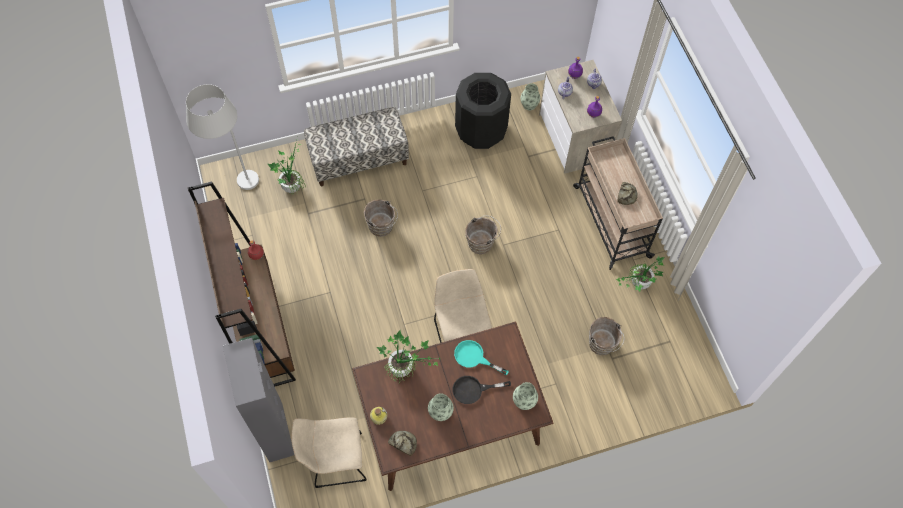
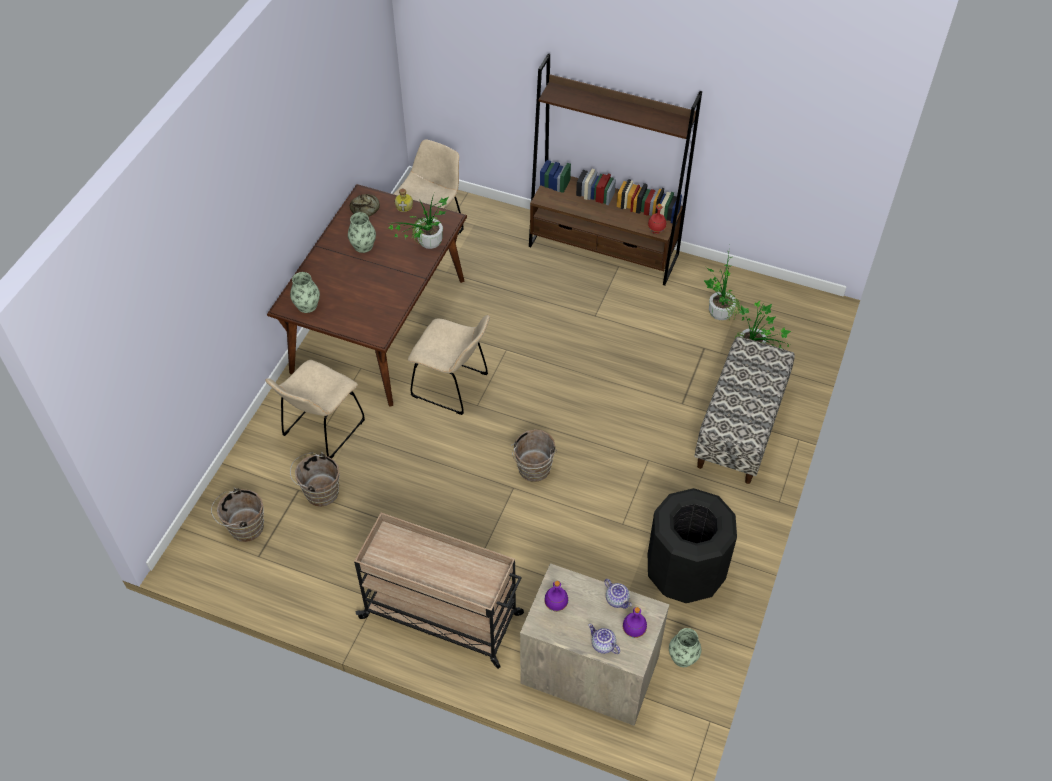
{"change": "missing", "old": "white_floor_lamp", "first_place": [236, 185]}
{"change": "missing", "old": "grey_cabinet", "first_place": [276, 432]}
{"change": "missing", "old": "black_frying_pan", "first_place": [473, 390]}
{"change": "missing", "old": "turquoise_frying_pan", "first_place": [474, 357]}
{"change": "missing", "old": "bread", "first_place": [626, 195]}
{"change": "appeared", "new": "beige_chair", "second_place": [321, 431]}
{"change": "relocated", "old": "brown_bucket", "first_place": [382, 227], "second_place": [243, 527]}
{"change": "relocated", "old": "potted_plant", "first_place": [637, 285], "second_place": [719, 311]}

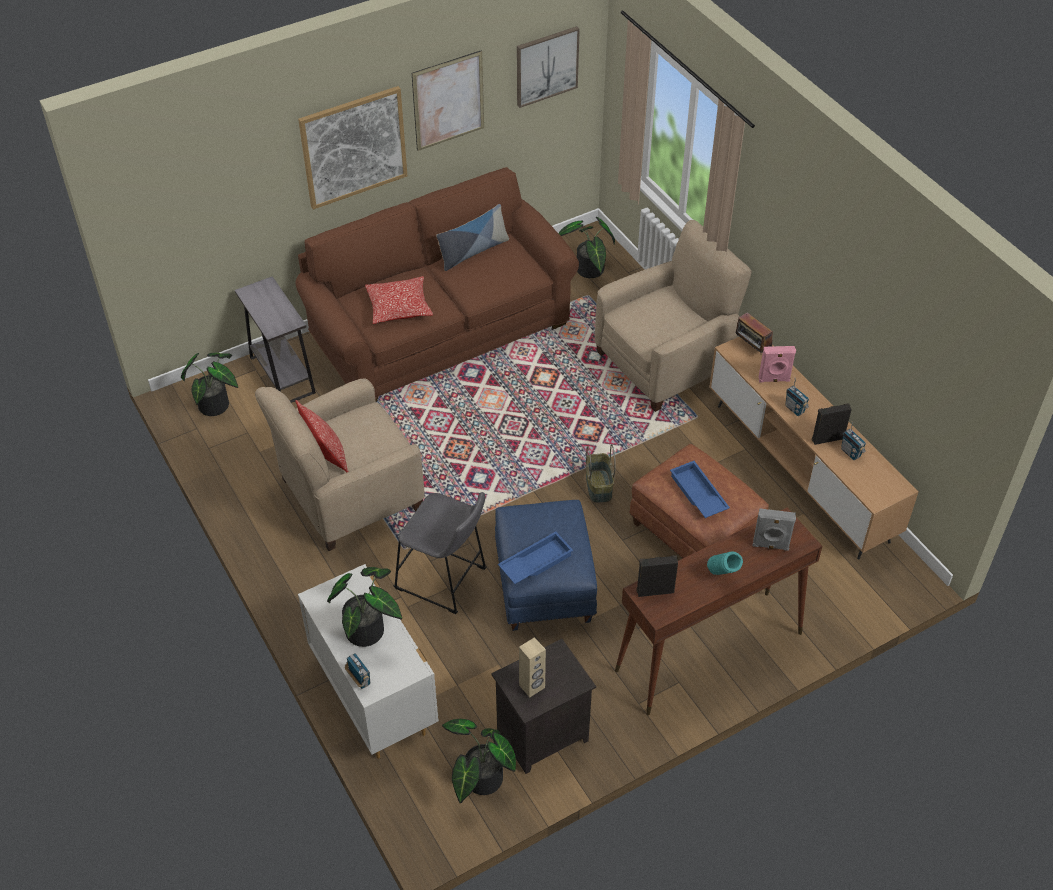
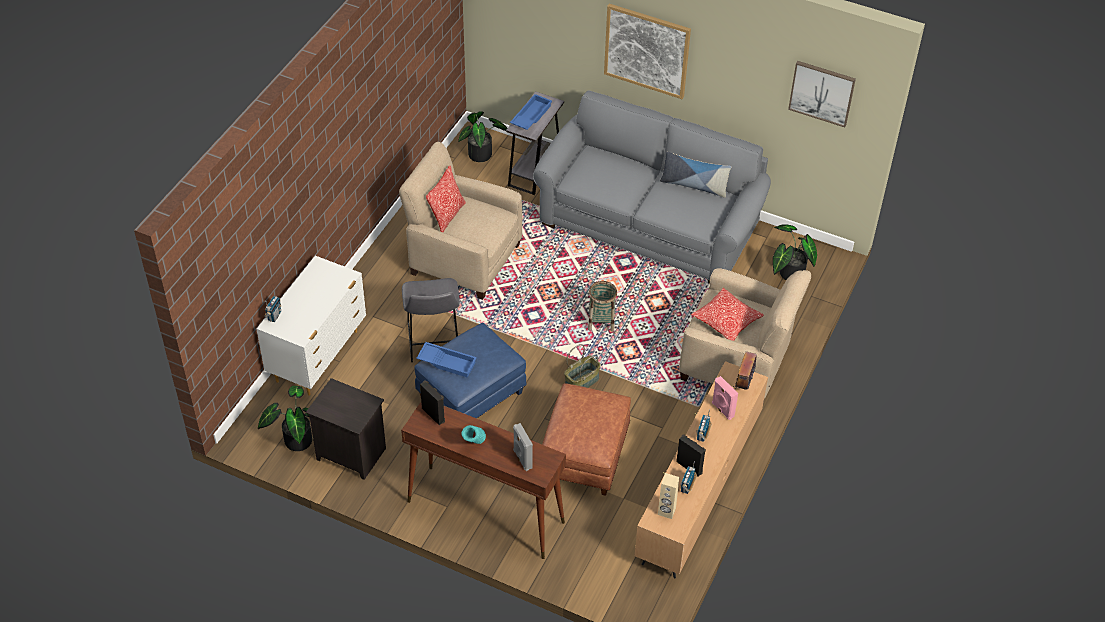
{"change": "missing", "old": "potted_plant", "first_place": [369, 629]}
{"change": "missing", "old": "picture", "first_place": [448, 101]}
{"change": "appeared", "new": "basket", "second_place": [601, 321]}
{"change": "relocated", "old": "pillow", "first_place": [399, 307], "second_place": [726, 321]}
{"change": "relocated", "old": "beige_speaker", "first_place": [532, 686], "second_place": [666, 511]}
{"change": "relocated", "old": "blue_tray", "first_place": [697, 494], "second_place": [530, 115]}
{"change": "colour", "old": "brown_sofa", "new": "grey_sofa", "first_place": [440, 330], "second_place": [649, 225]}

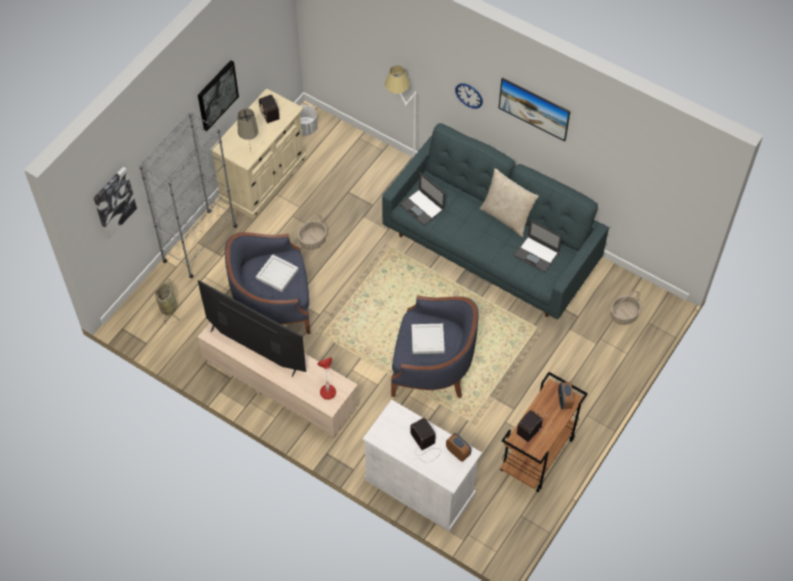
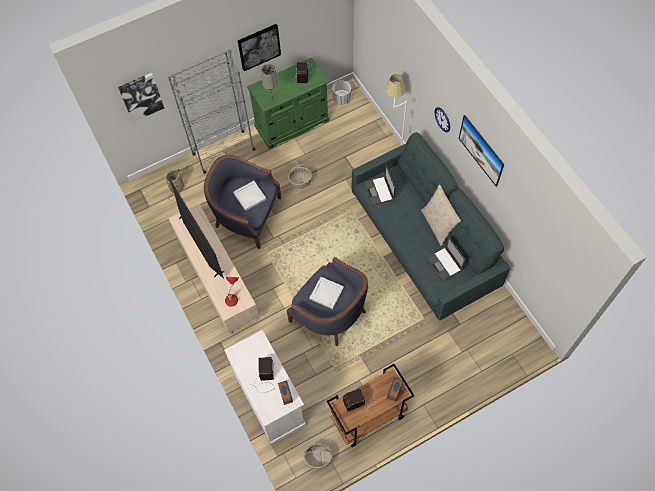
{"change": "relocated", "old": "basket", "first_place": [624, 315], "second_place": [318, 458]}
{"change": "colour", "old": "beige_cabinet", "new": "green_cabinet", "first_place": [263, 179], "second_place": [292, 123]}

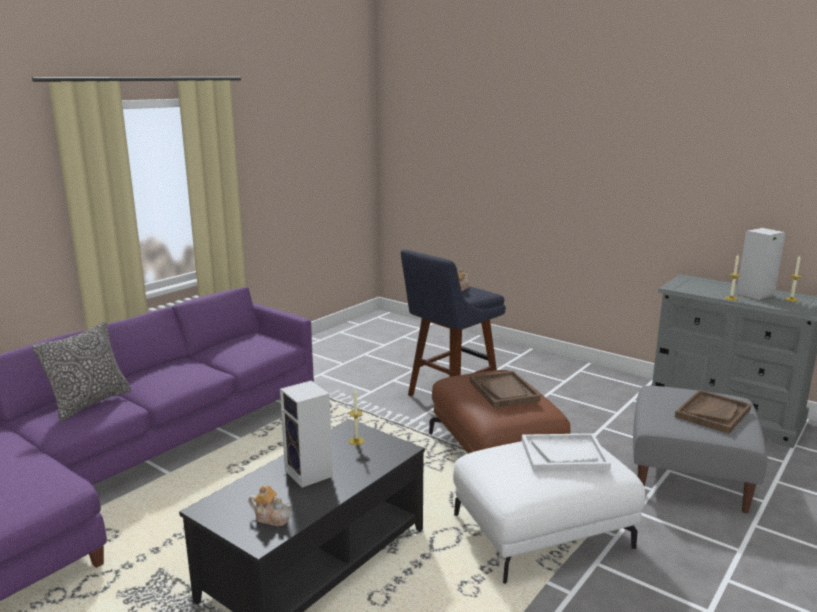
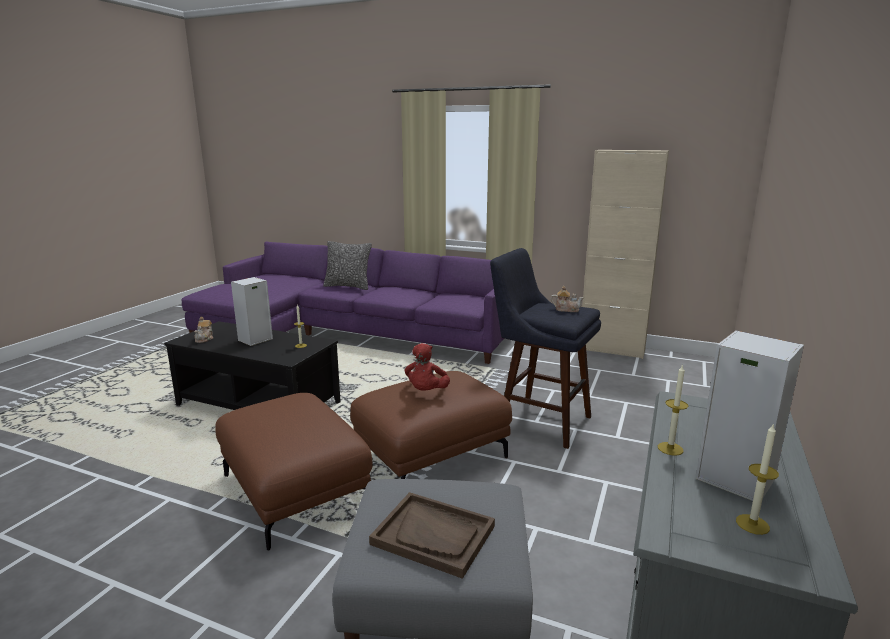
{"change": "missing", "old": "white_tray", "first_place": [564, 455]}
{"change": "appeared", "new": "beige_cabinet", "second_place": [612, 349]}
{"change": "exchanged", "old": "brown_tray", "new": "red_plush_toy", "first_place": [504, 391], "second_place": [426, 392]}
{"change": "colour", "old": "white_ottoman", "new": "brown_ottoman", "first_place": [542, 533], "second_place": [294, 491]}

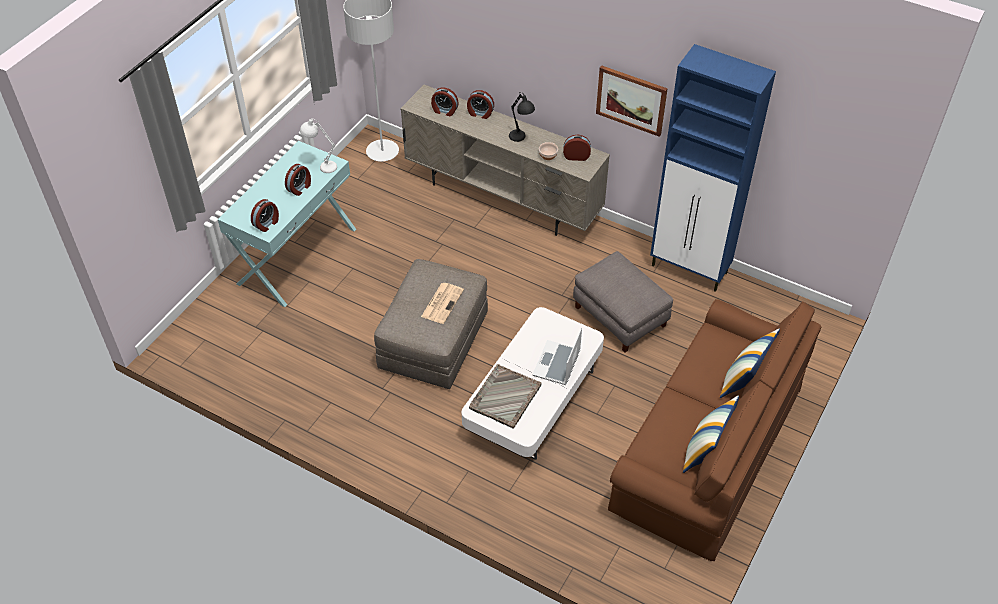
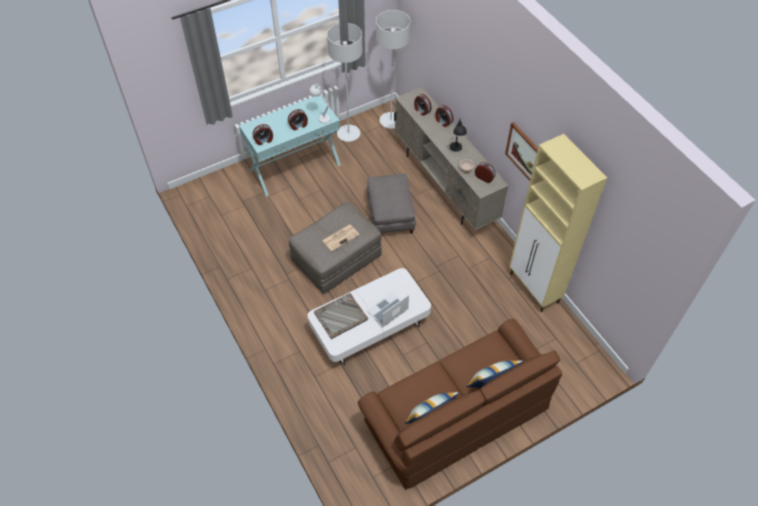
{"change": "appeared", "new": "grey_floor_lamp", "second_place": [348, 134]}
{"change": "relocated", "old": "grey_ottoman", "first_place": [620, 316], "second_place": [390, 215]}
{"change": "colour", "old": "blue_cabinet", "new": "beige_cabinet", "first_place": [690, 269], "second_place": [534, 289]}

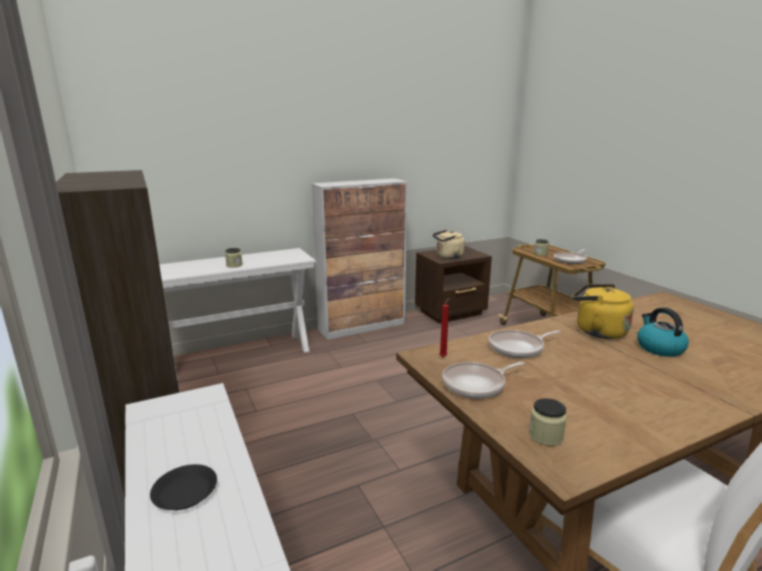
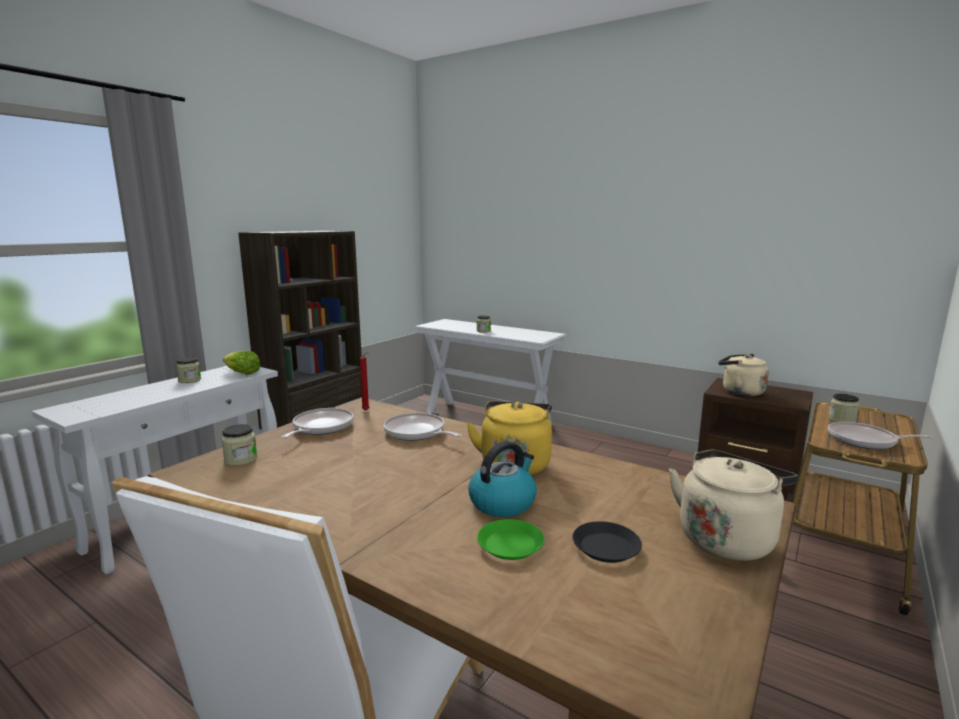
{"change": "missing", "old": "cabinet", "first_place": [362, 326]}
{"change": "appeared", "new": "jar", "second_place": [189, 380]}
{"change": "appeared", "new": "lettuce", "second_place": [241, 373]}
{"change": "appeared", "new": "green_plate", "second_place": [510, 545]}
{"change": "appeared", "new": "beige_kettle", "second_place": [727, 538]}
{"change": "relocated", "old": "black_plate", "first_place": [185, 492], "second_place": [606, 547]}
{"change": "spun", "old": "frying_pan", "first_place": [476, 384], "second_place": [321, 427], "degrees": 75}

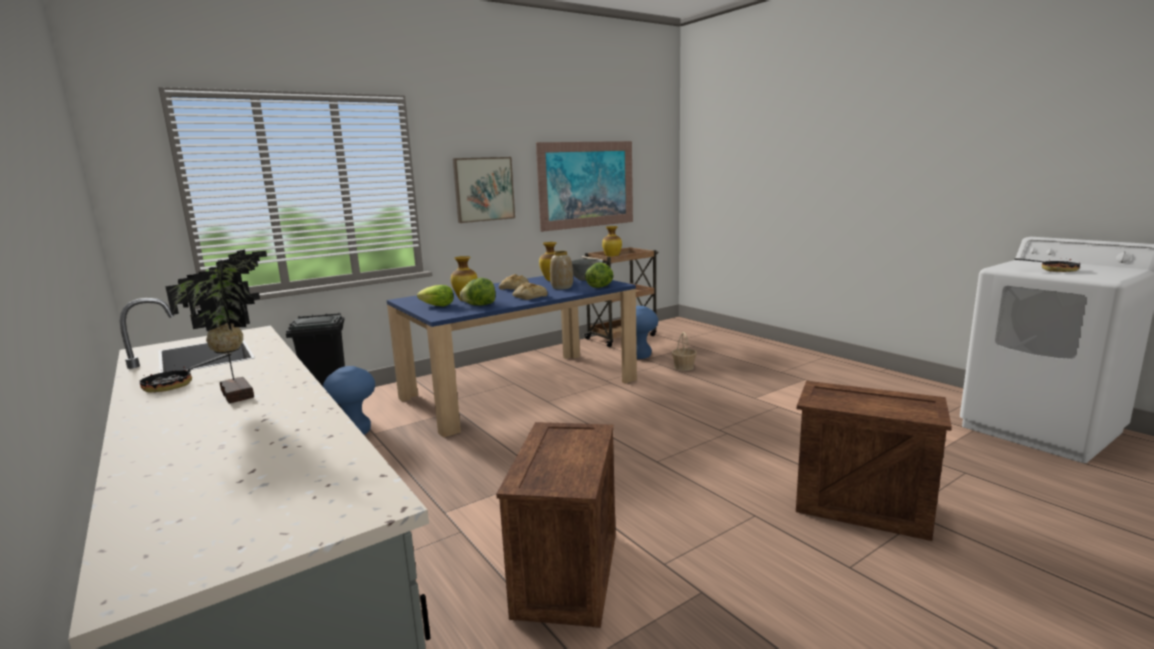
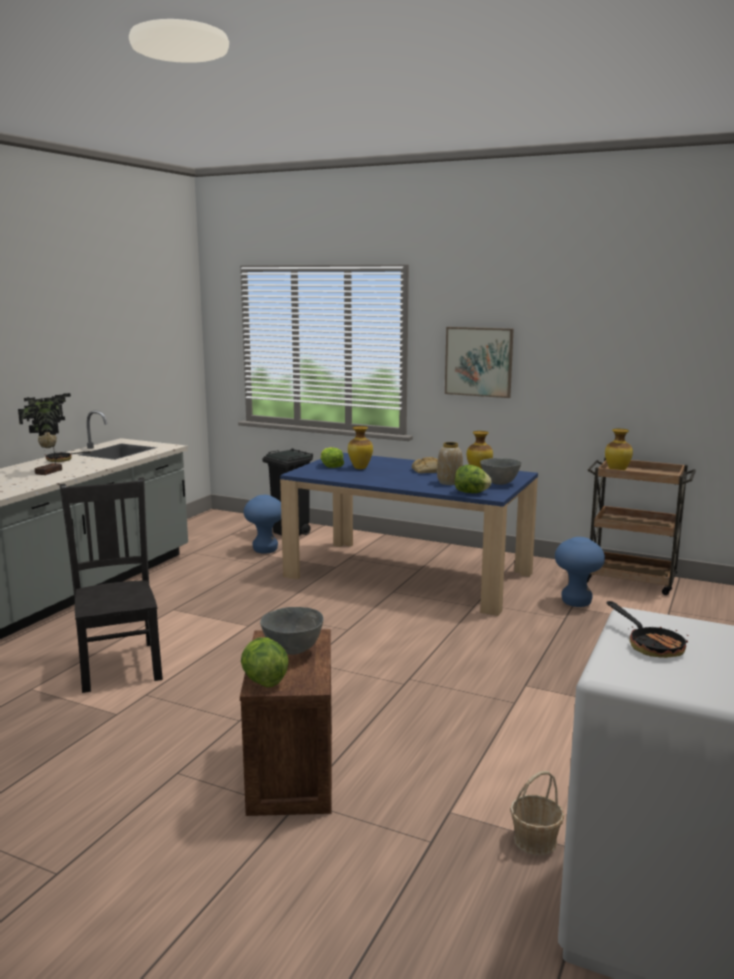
{"change": "missing", "old": "bread", "first_place": [529, 296]}
{"change": "missing", "old": "picture", "first_place": [587, 184]}
{"change": "appeared", "new": "grey_bowl", "second_place": [292, 650]}
{"change": "relocated", "old": "lettuce", "first_place": [479, 305], "second_place": [263, 681]}
{"change": "relocated", "old": "basket", "first_place": [684, 367], "second_place": [535, 840]}
{"change": "exchanged", "old": "crate", "new": "black_chair", "first_place": [565, 573], "second_place": [120, 664]}

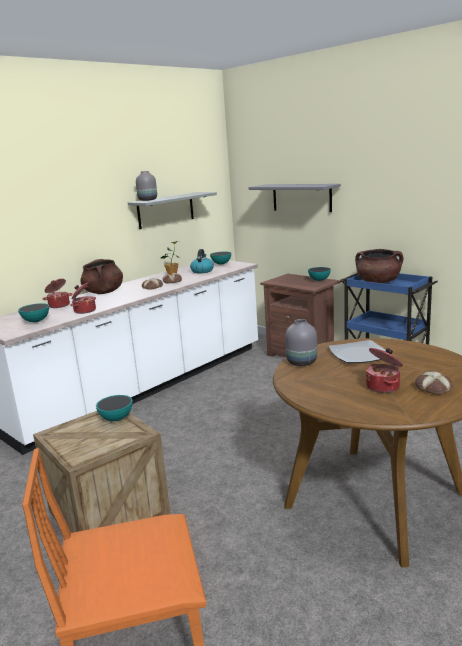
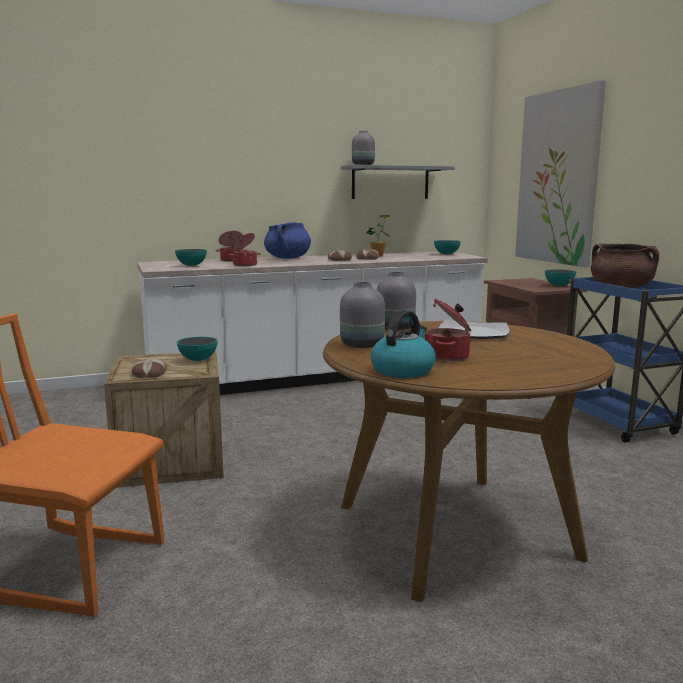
{"change": "appeared", "new": "grey_vase", "second_place": [361, 345]}
{"change": "relocated", "old": "kettle", "first_place": [202, 271], "second_place": [403, 370]}
{"change": "relocated", "old": "bread", "first_place": [432, 388], "second_place": [148, 374]}
{"change": "exchanged", "old": "grey_shelf", "new": "picture", "first_place": [301, 197], "second_place": [557, 178]}
{"change": "colour", "old": "brown_cooking_pot", "new": "blue_cooking_pot", "first_place": [104, 292], "second_place": [287, 258]}

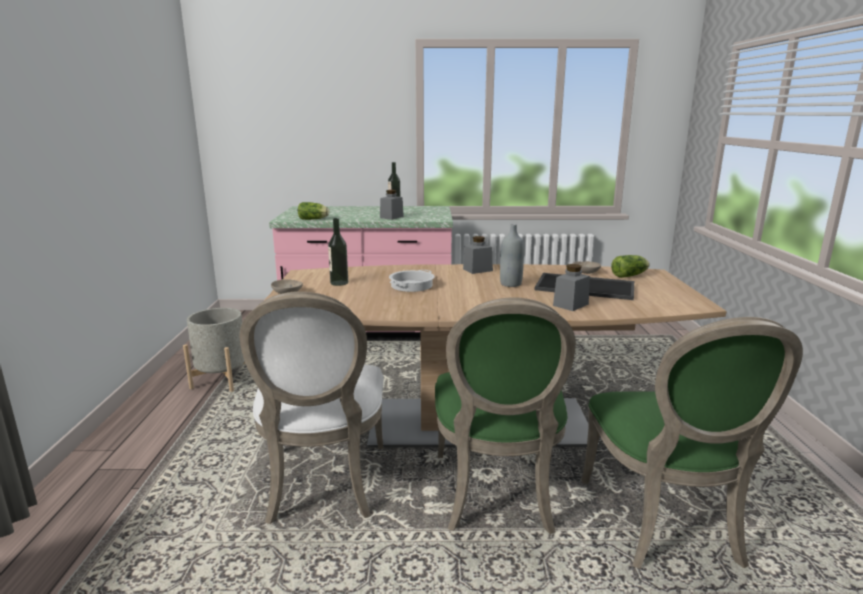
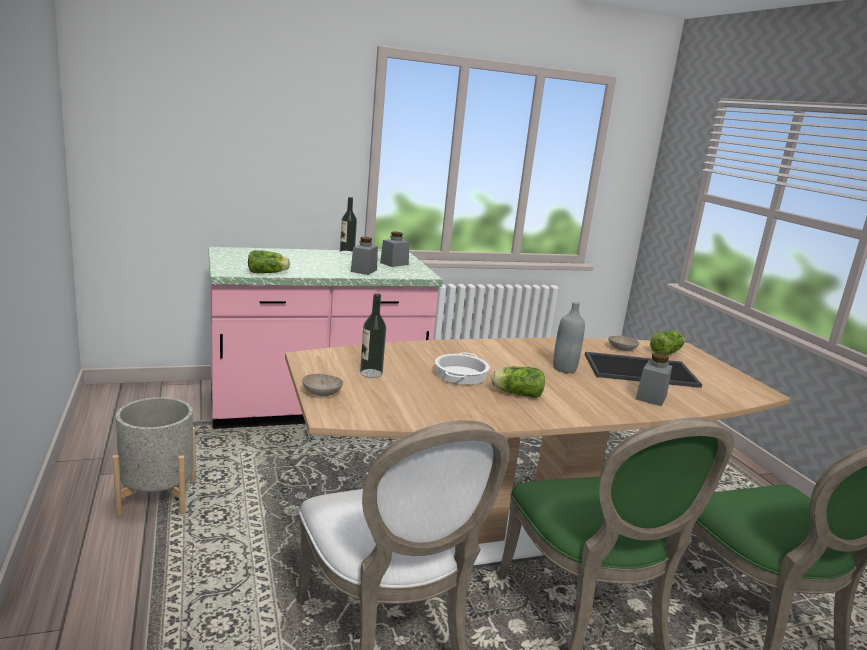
{"change": "appeared", "new": "lettuce", "second_place": [515, 393]}
{"change": "relocated", "old": "grey_jar", "first_place": [477, 270], "second_place": [394, 263]}

